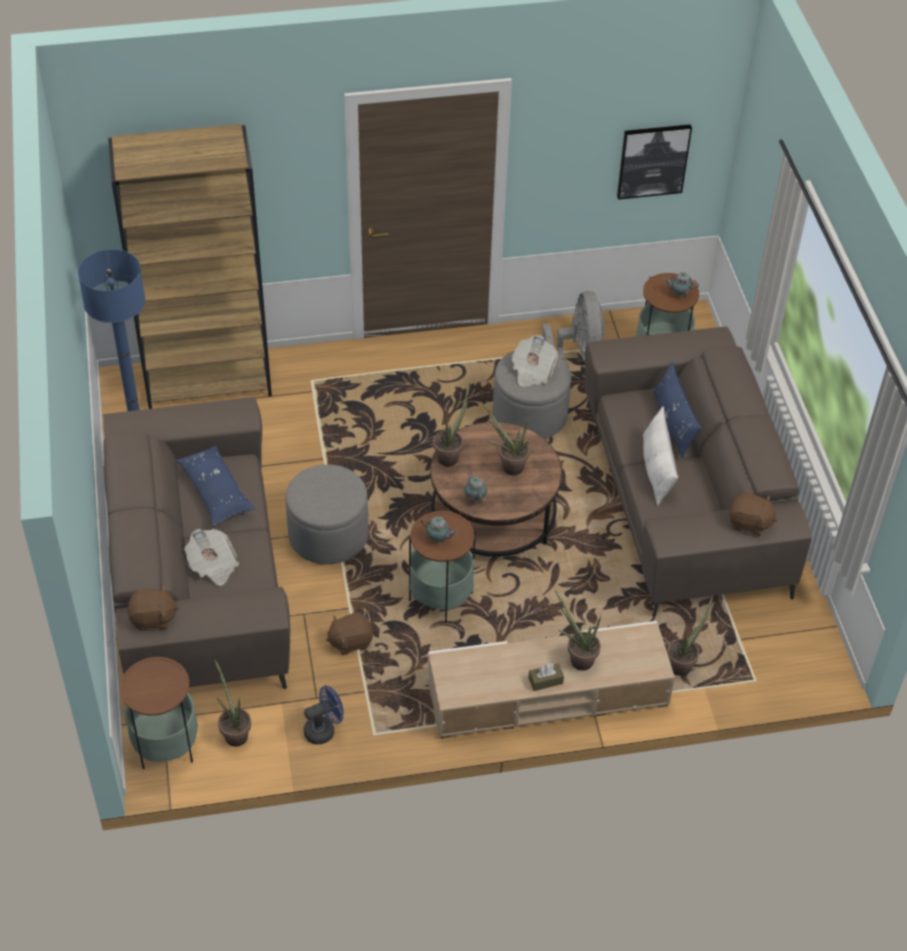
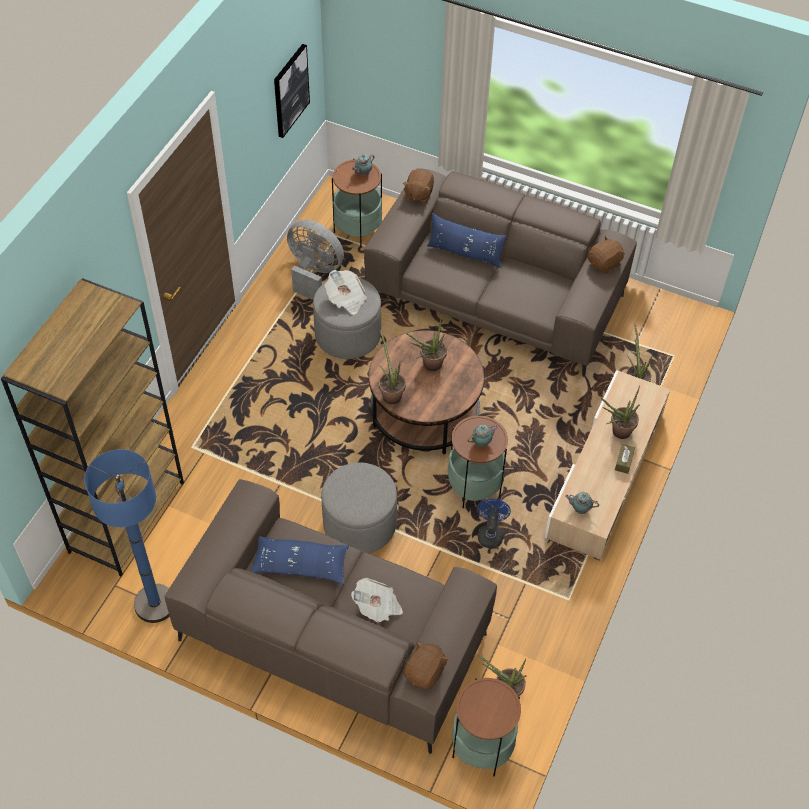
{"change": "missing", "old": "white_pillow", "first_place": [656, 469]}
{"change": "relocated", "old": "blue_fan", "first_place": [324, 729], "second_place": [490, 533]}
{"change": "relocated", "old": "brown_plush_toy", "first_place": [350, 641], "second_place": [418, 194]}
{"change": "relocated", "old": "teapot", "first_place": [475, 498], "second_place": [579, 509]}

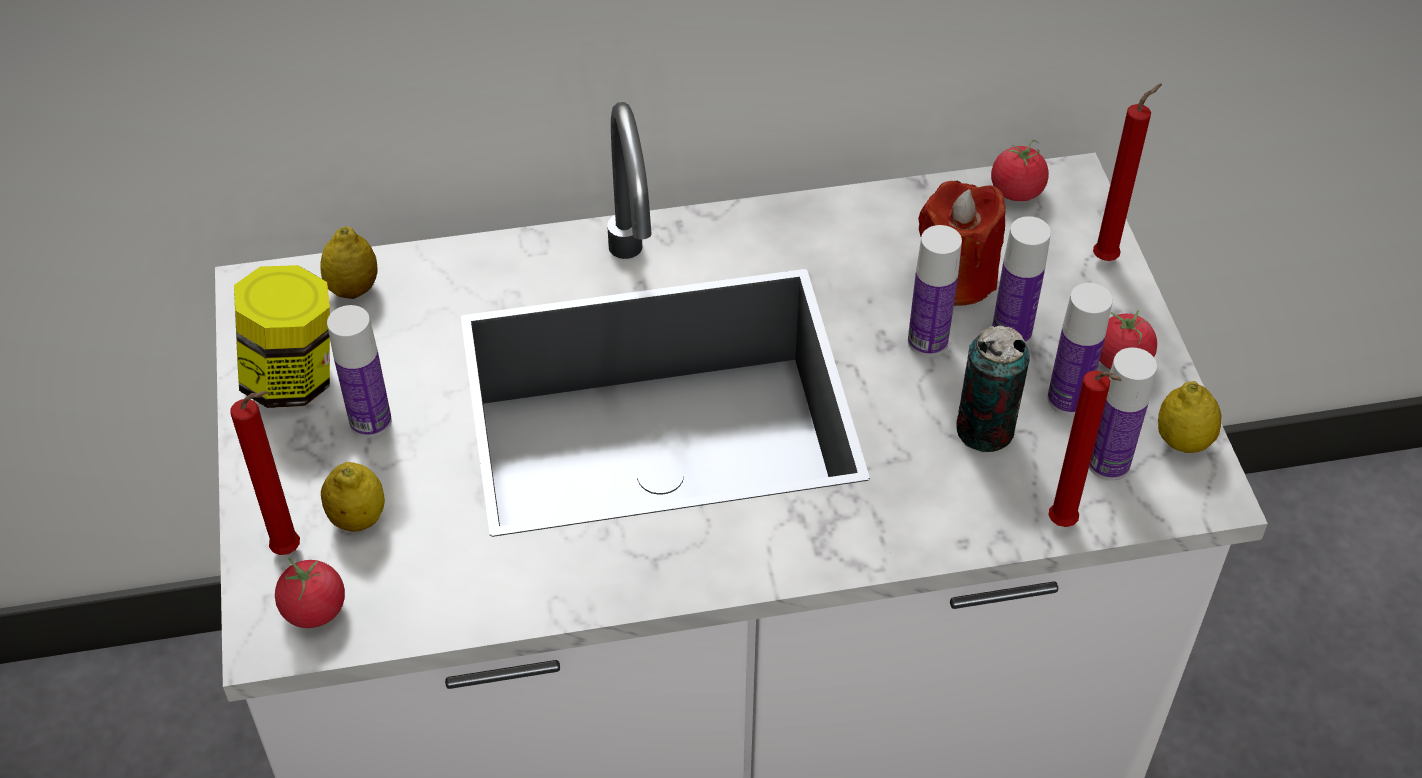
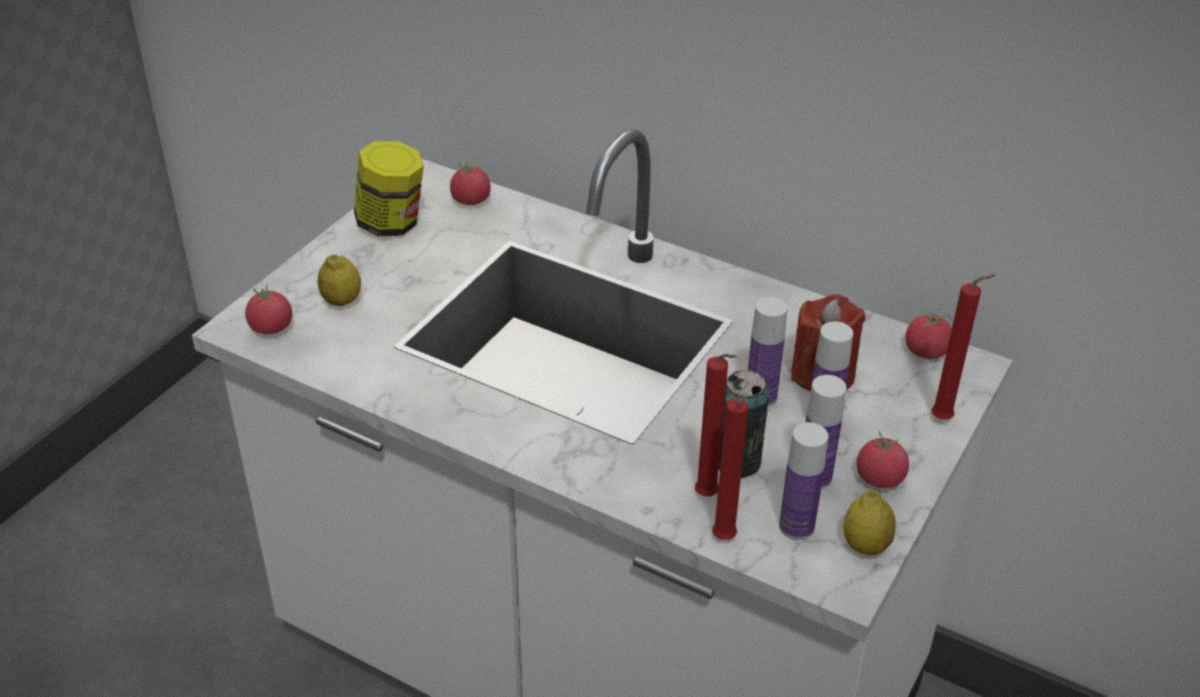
{"change": "missing", "old": "bottle", "first_place": [370, 421]}
{"change": "relocated", "old": "red_candle", "first_place": [292, 550], "second_place": [709, 497]}
{"change": "exchanged", "old": "lemon", "new": "tomato", "first_place": [353, 289], "second_place": [471, 200]}

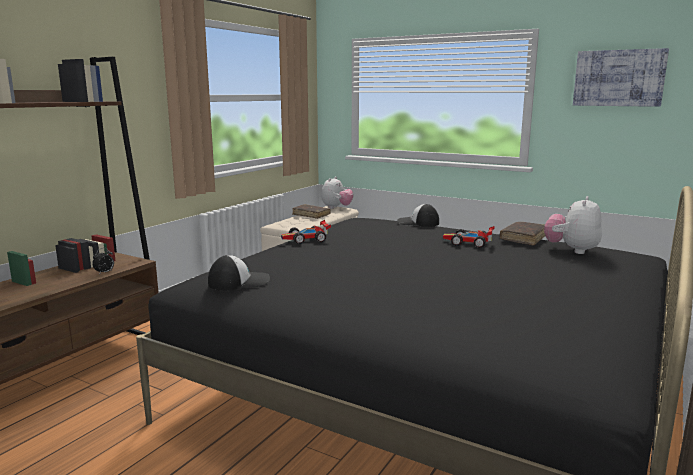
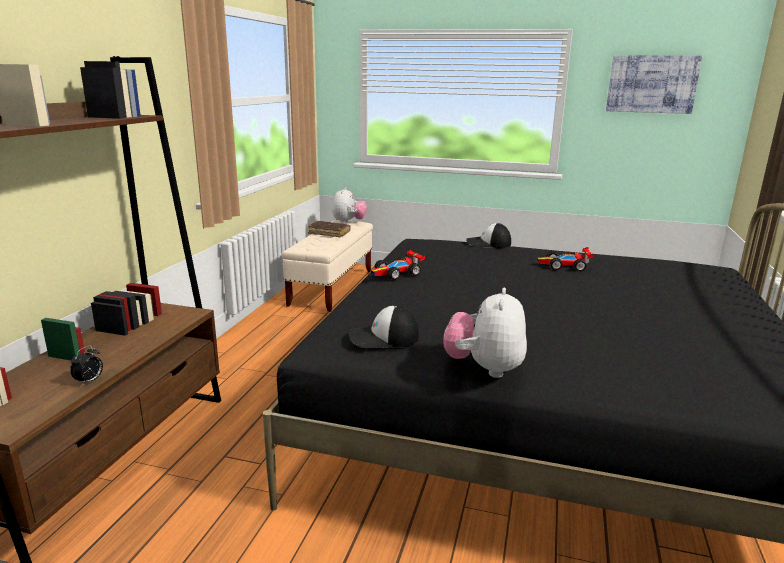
{"change": "missing", "old": "brown_book", "first_place": [523, 238]}
{"change": "relocated", "old": "alarm_clock", "first_place": [104, 273], "second_place": [89, 381]}
{"change": "relocated", "old": "plush_toy", "first_place": [571, 250], "second_place": [484, 369]}
{"change": "spun", "old": "cap", "first_place": [239, 282], "second_place": [383, 337], "degrees": -150}

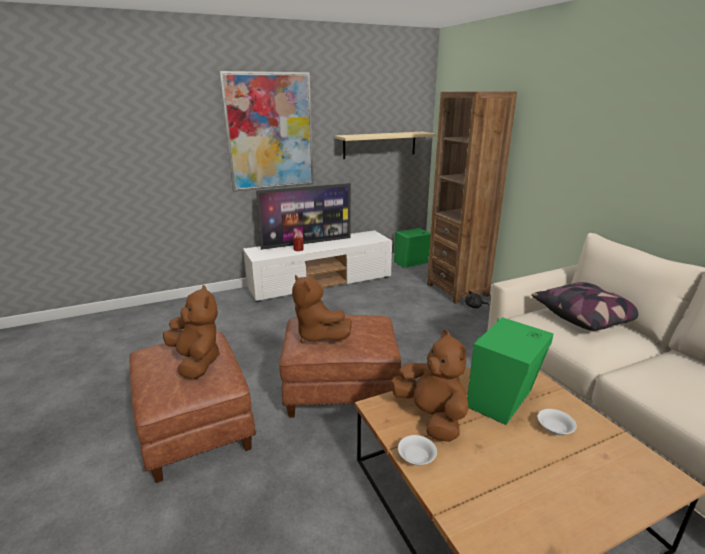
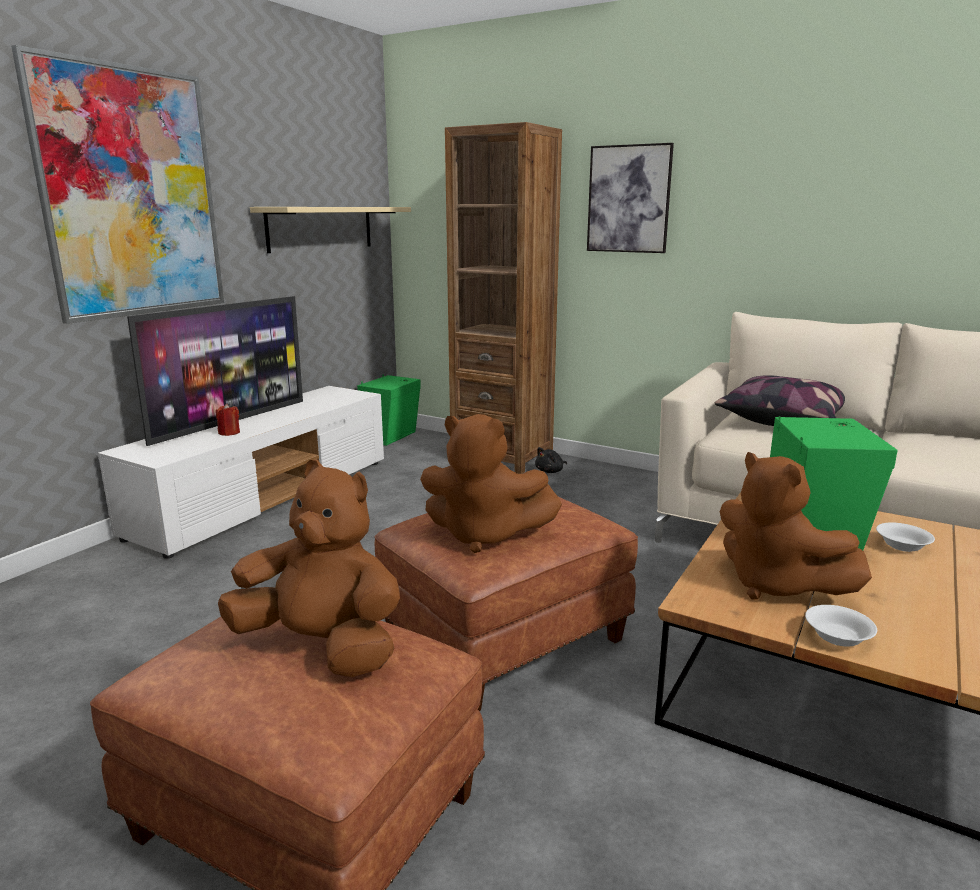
{"change": "appeared", "new": "picture", "second_place": [629, 199]}
{"change": "spun", "old": "brown_plush_toy", "first_place": [431, 416], "second_place": [775, 585], "degrees": -150}

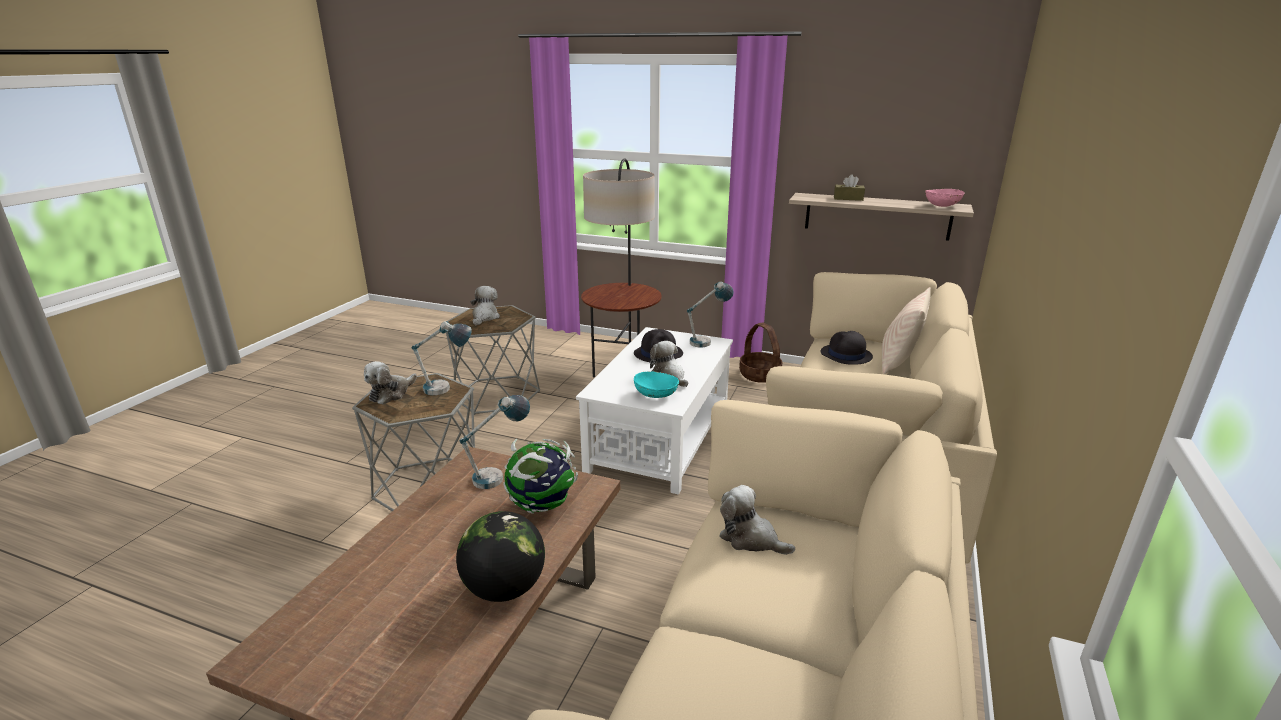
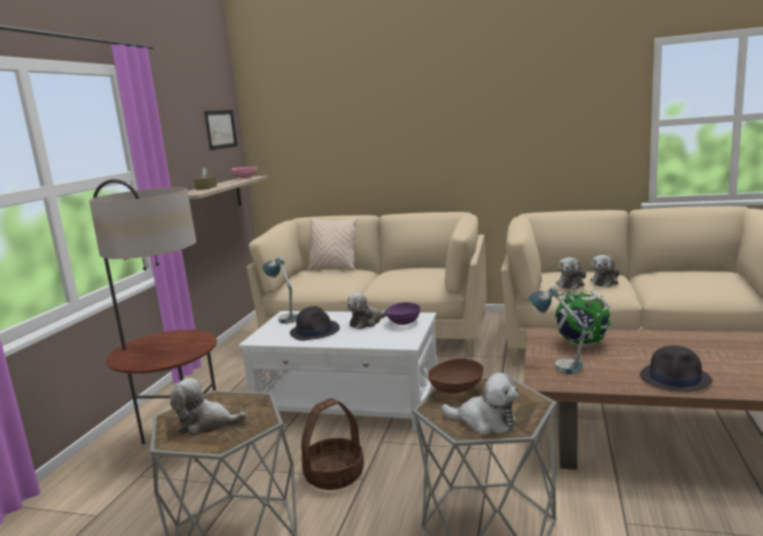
{"change": "missing", "old": "globe", "first_place": [504, 589]}
{"change": "appeared", "new": "picture", "second_place": [221, 129]}
{"change": "appeared", "new": "plush_toy", "second_place": [605, 282]}
{"change": "relocated", "old": "basket", "first_place": [760, 375], "second_place": [334, 474]}
{"change": "relocated", "old": "black_hat", "first_place": [846, 355], "second_place": [675, 378]}
{"change": "exchanged", "old": "table_lamp", "new": "brown_bowl", "first_place": [447, 389], "second_place": [456, 390]}
{"change": "colour", "old": "turquoise_bowl", "new": "purple_bowl", "first_place": [656, 395], "second_place": [403, 322]}

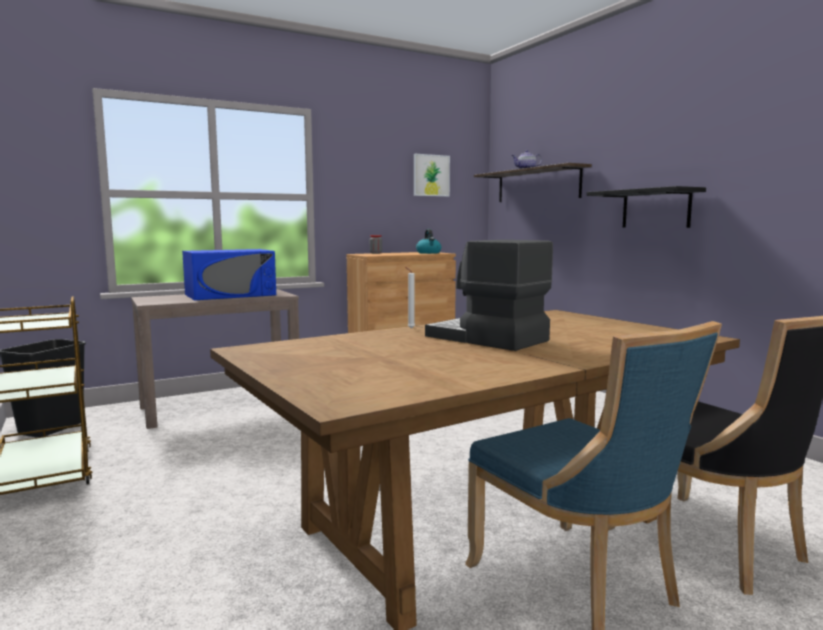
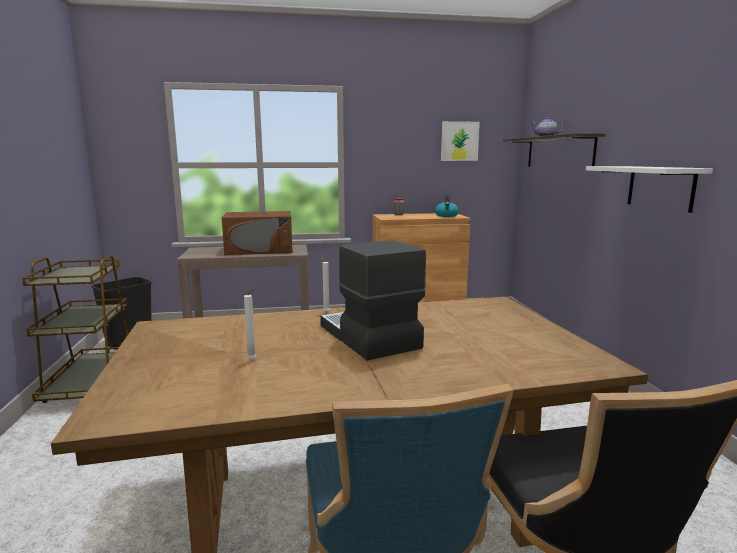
{"change": "appeared", "new": "white_candle", "second_place": [253, 360]}
{"change": "colour", "old": "blue_microwave", "new": "brown_microwave", "first_place": [230, 295], "second_place": [259, 250]}
{"change": "colour", "old": "black_shelf", "new": "white_shelf", "first_place": [655, 209], "second_place": [660, 187]}

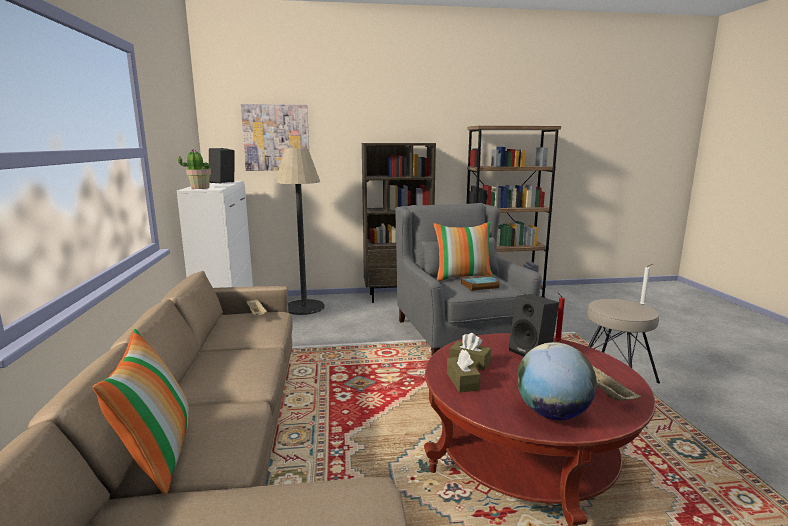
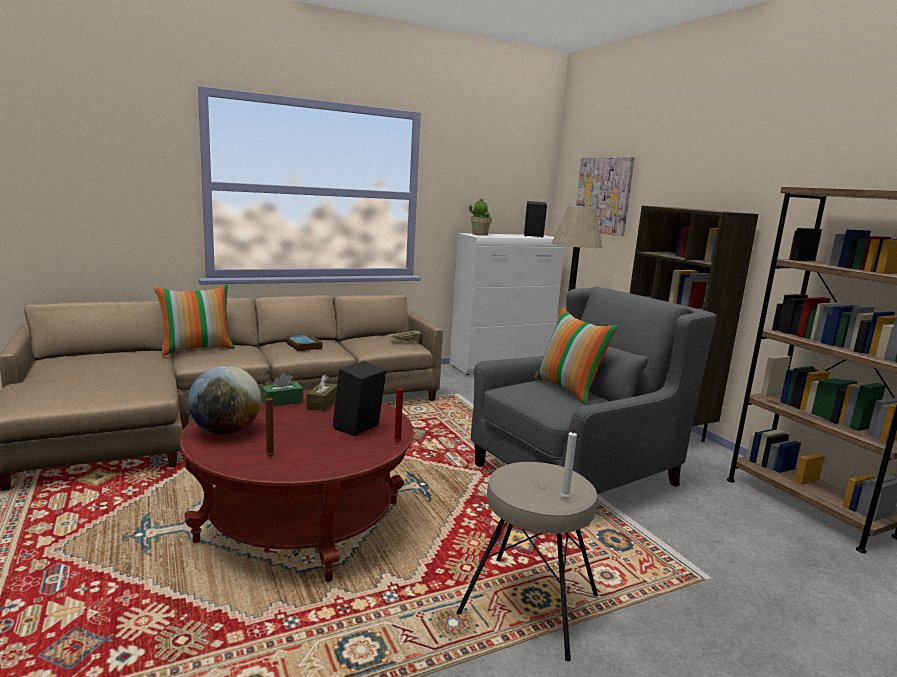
{"change": "relocated", "old": "book", "first_place": [479, 286], "second_place": [303, 345]}
{"change": "exchanged", "old": "beige_tray", "new": "brown_candle", "first_place": [605, 392], "second_place": [268, 456]}
{"change": "colour", "old": "brown_tissue_box", "new": "green_tissue_box", "first_place": [462, 381], "second_place": [282, 401]}

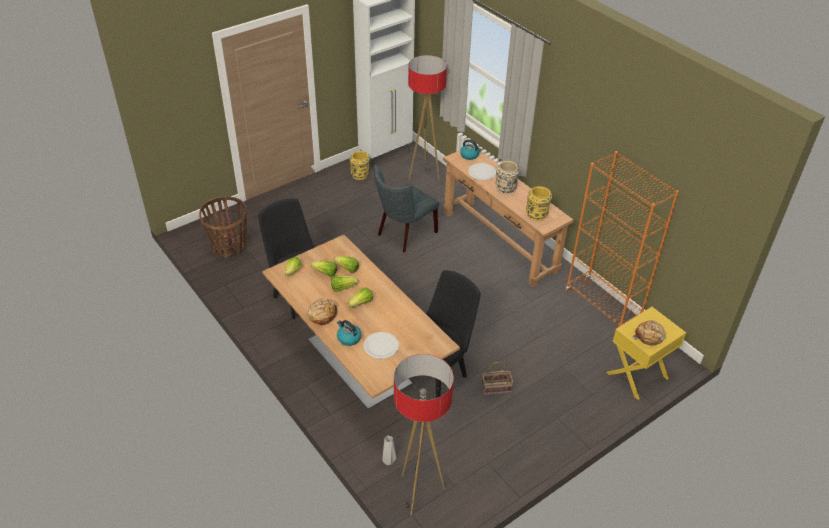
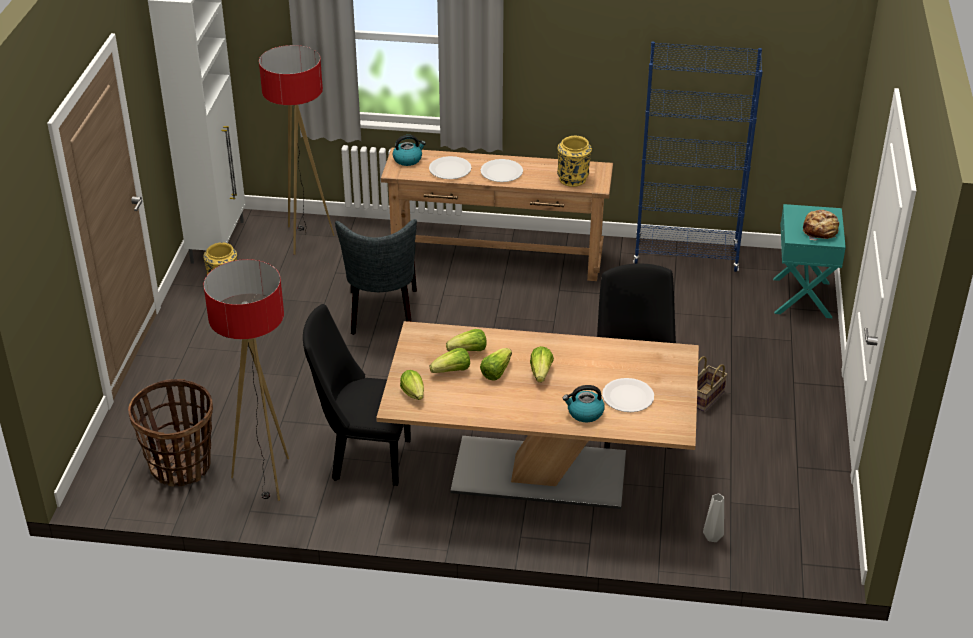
{"change": "missing", "old": "bread", "first_place": [322, 314]}
{"change": "relocated", "old": "floor_lamp", "first_place": [419, 493], "second_place": [266, 479]}
{"change": "exchanged", "old": "beige_vase", "new": "white_plate", "first_place": [505, 189], "second_place": [501, 172]}
{"change": "colour", "old": "orange_bookcase", "new": "blue_bookcase", "first_place": [602, 306], "second_place": [686, 256]}
{"change": "colour", "old": "yellow_nightstand", "new": "turquoise_nightstand", "first_place": [637, 376], "second_place": [803, 298]}

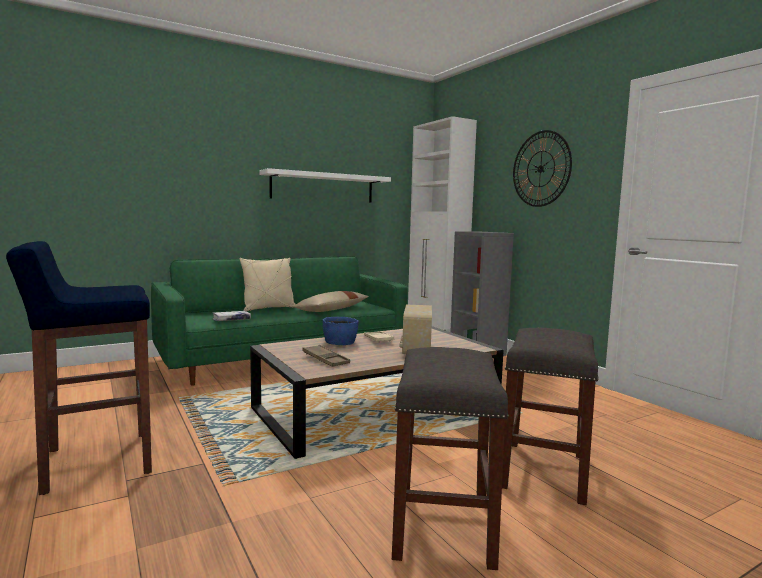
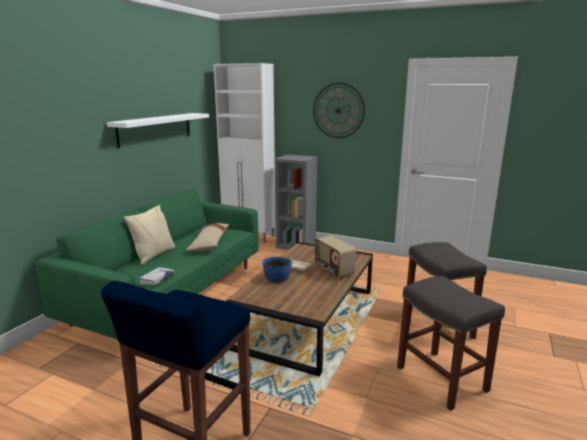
{"change": "missing", "old": "brown_tray", "first_place": [325, 359]}

